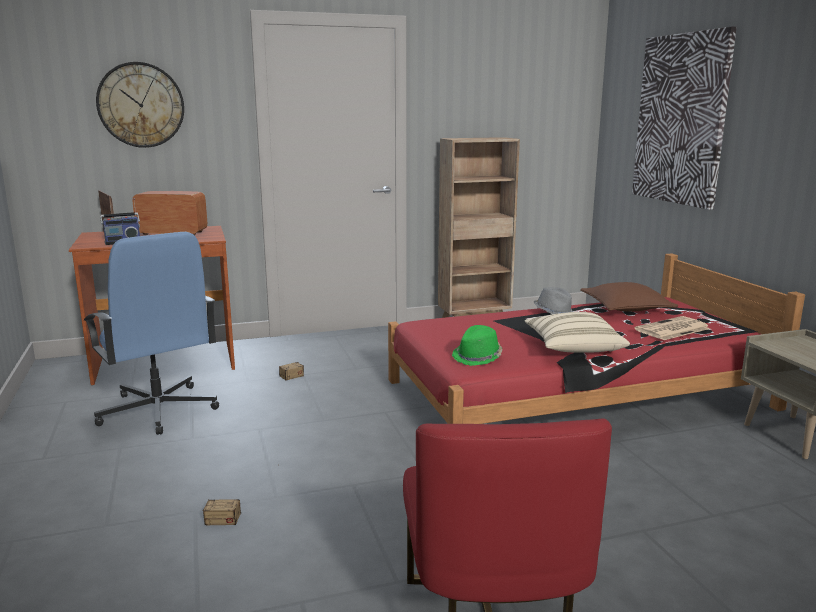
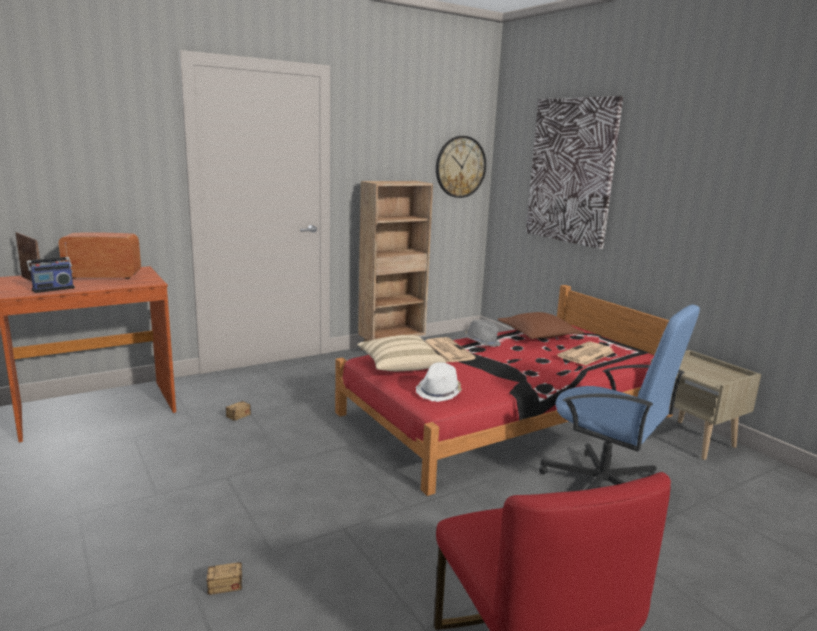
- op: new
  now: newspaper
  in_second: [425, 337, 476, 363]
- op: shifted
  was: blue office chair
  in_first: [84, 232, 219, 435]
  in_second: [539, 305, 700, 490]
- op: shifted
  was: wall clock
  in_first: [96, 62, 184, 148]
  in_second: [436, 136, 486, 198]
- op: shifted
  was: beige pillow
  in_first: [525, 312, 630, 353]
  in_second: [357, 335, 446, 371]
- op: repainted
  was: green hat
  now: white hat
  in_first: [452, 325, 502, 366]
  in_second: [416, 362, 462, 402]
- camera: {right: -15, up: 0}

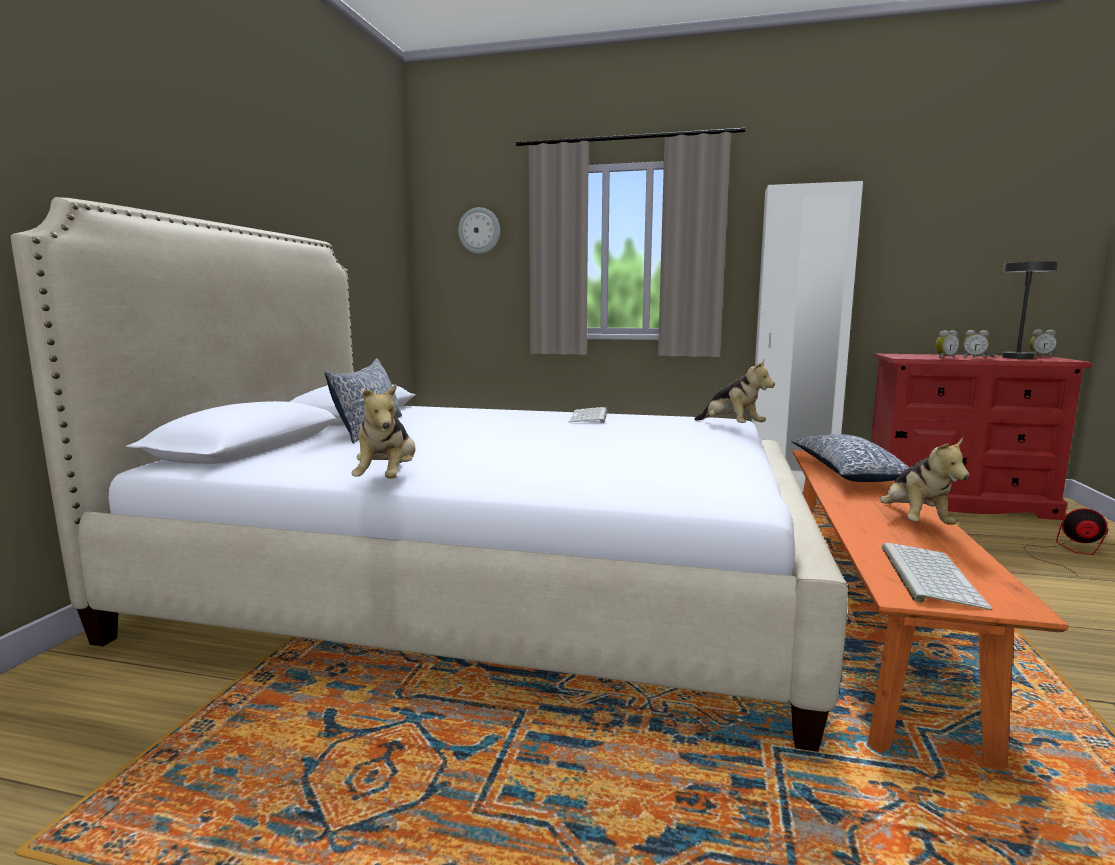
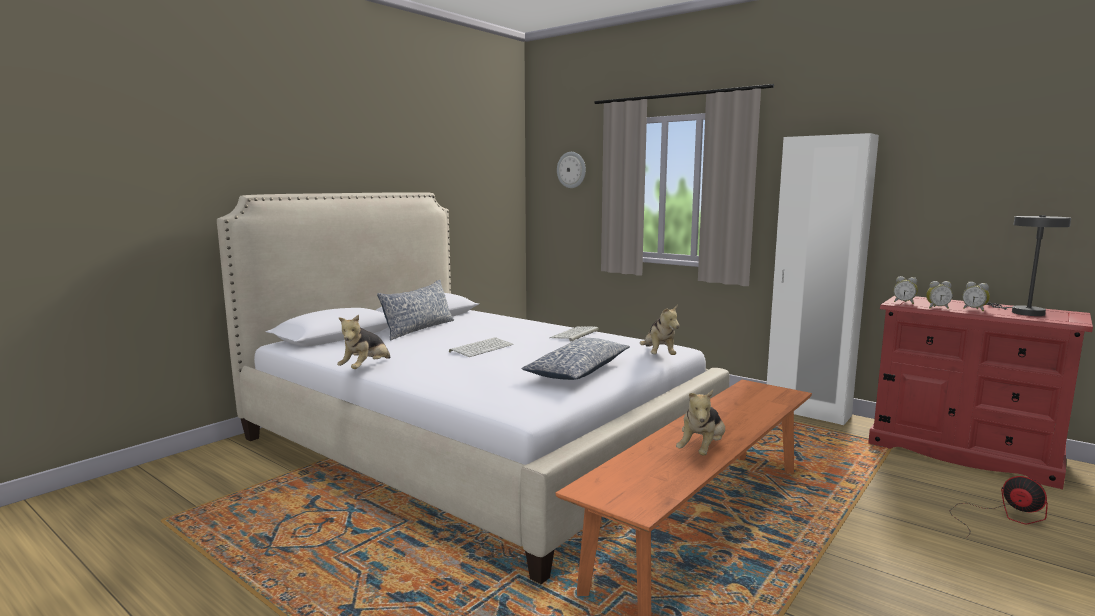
- op: shifted
  was: pillow
  in_first: [791, 434, 910, 482]
  in_second: [521, 338, 630, 380]
- op: shifted
  was: keyboard
  in_first: [881, 543, 993, 610]
  in_second: [449, 337, 514, 357]
- op: shifted
  was: alarm clock
  in_first: [1029, 329, 1057, 357]
  in_second: [893, 276, 918, 304]
- camera: {right: 25, up: 0}

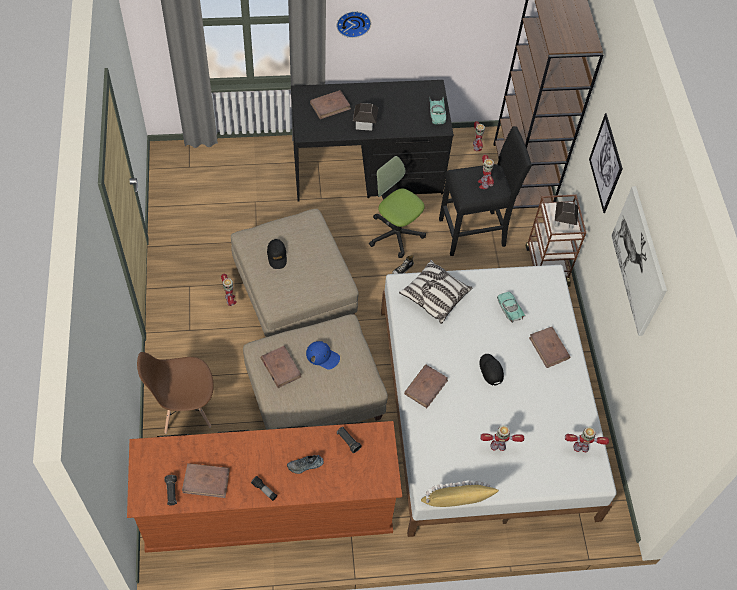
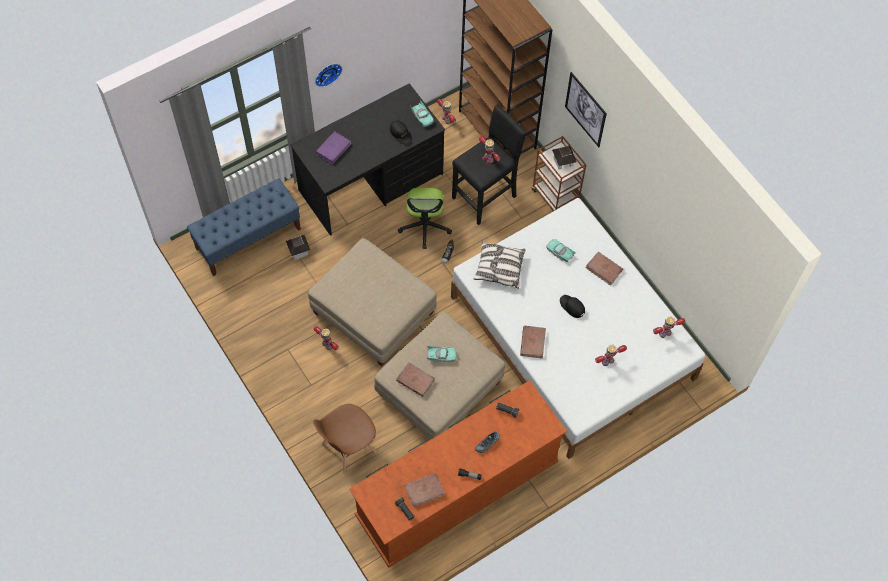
- op: gone
  was: yellow pillow
  in_first: [421, 480, 499, 507]
- op: gone
  was: picture
  in_first: [611, 186, 667, 336]
- op: new
  now: blue bench
  in_second: [187, 178, 301, 276]
- op: shifted
  was: black cap
  in_first: [267, 239, 287, 269]
  in_second: [390, 120, 412, 144]
- op: shifted
  was: toy house
  in_first: [353, 103, 378, 130]
  in_second: [286, 235, 310, 260]
- op: swapped
  was: blue cap
  now: turquoise toy car
  in_first: [306, 341, 340, 370]
  in_second: [426, 346, 456, 362]
- op: repainted
  was: brown book
  now: purple book
  in_first: [310, 90, 351, 119]
  in_second: [316, 131, 352, 164]
- op: rotated
  was: office chair
  in_first: [369, 156, 426, 258]
  in_second: [398, 188, 452, 249]
  clockwise: -105
- camera: {right: -25, up: 5}

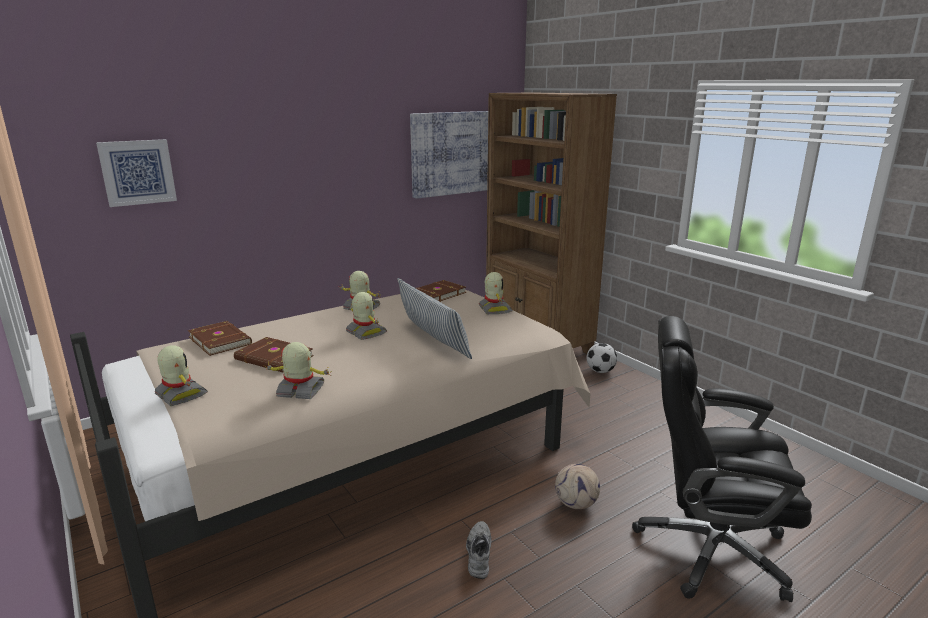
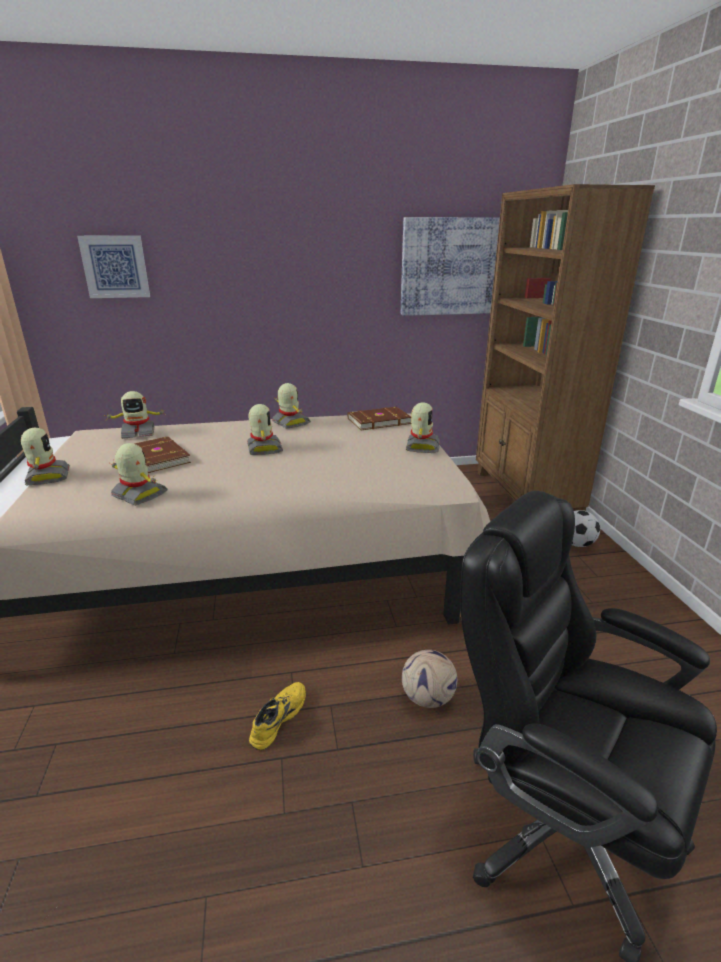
- op: gone
  was: pillow
  in_first: [397, 278, 472, 359]
- op: swapped
  was: brown book
  now: toy robot
  in_first: [188, 321, 252, 356]
  in_second: [104, 391, 164, 439]
- op: repainted
  was: grey shoe
  now: yellow shoe
  in_first: [466, 521, 491, 579]
  in_second: [249, 682, 306, 750]
- camera: {right: 25, up: 5}

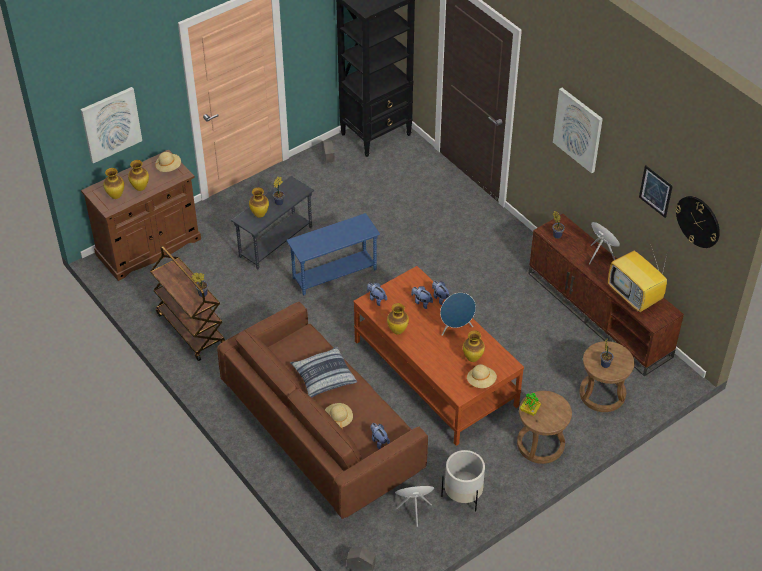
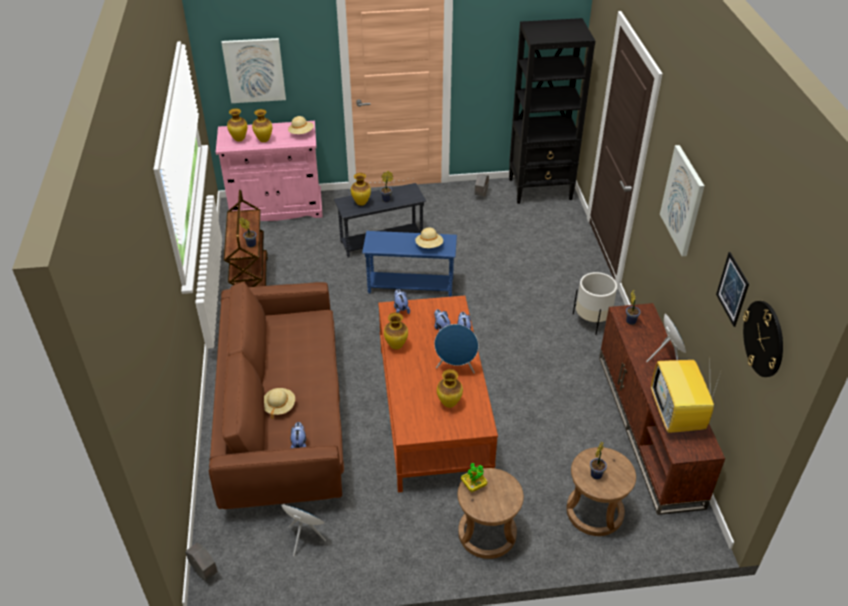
- op: gone
  was: pillow
  in_first: [290, 347, 357, 398]
- op: shifted
  was: white planter
  in_first: [441, 450, 485, 512]
  in_second: [573, 272, 617, 335]
- op: shifted
  was: beige hat
  in_first: [467, 364, 497, 388]
  in_second: [415, 228, 443, 248]
- op: repainted
  was: brown cabinet
  now: pink cabinet
  in_first: [81, 150, 201, 281]
  in_second: [216, 121, 323, 221]
- camera: {right: 30, up: -5}

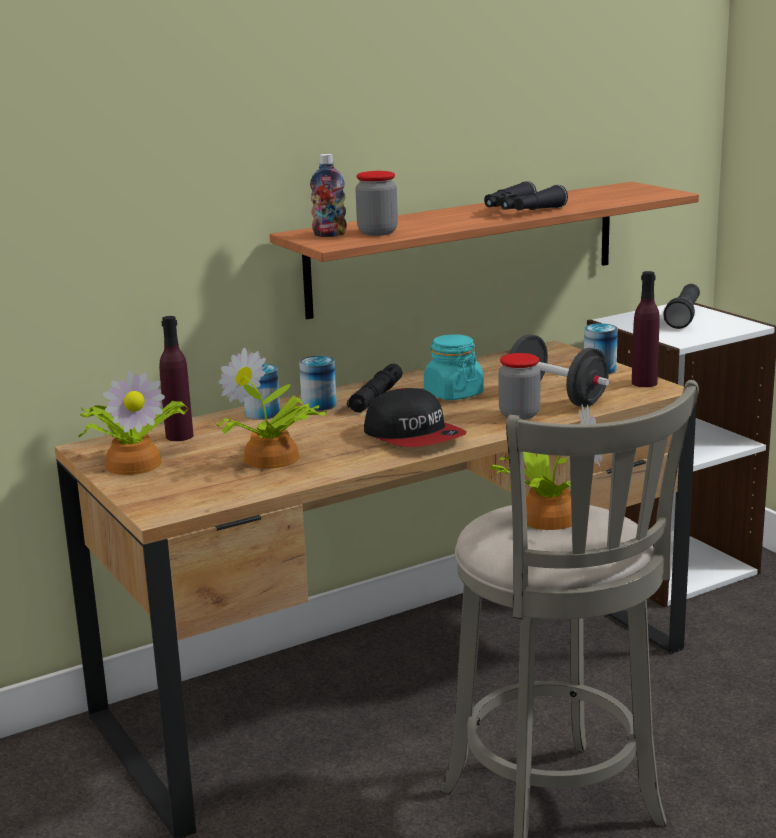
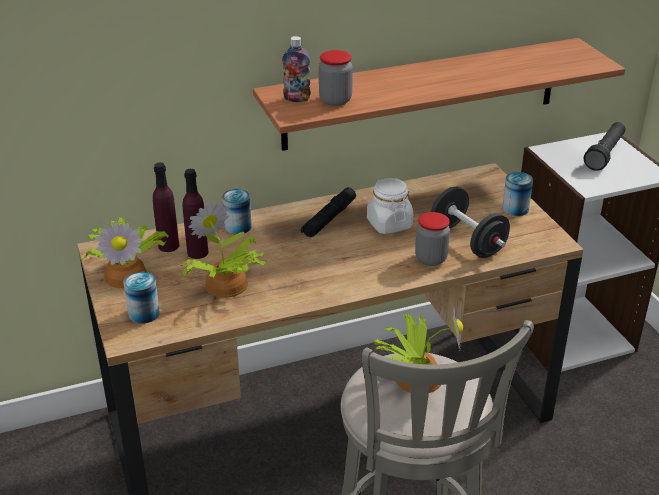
- op: gone
  was: cap
  in_first: [364, 388, 467, 447]
- op: gone
  was: black binoculars
  in_first: [484, 181, 568, 211]
- op: shifted
  was: can
  in_first: [299, 356, 336, 411]
  in_second: [123, 272, 160, 324]
- op: shifted
  was: purple bottle
  in_first: [632, 271, 660, 387]
  in_second: [183, 169, 208, 259]
- op: repainted
  was: turquoise jar
  now: white jar
  in_first: [424, 334, 484, 400]
  in_second: [367, 178, 413, 234]
- camera: {right: 10, up: 15}

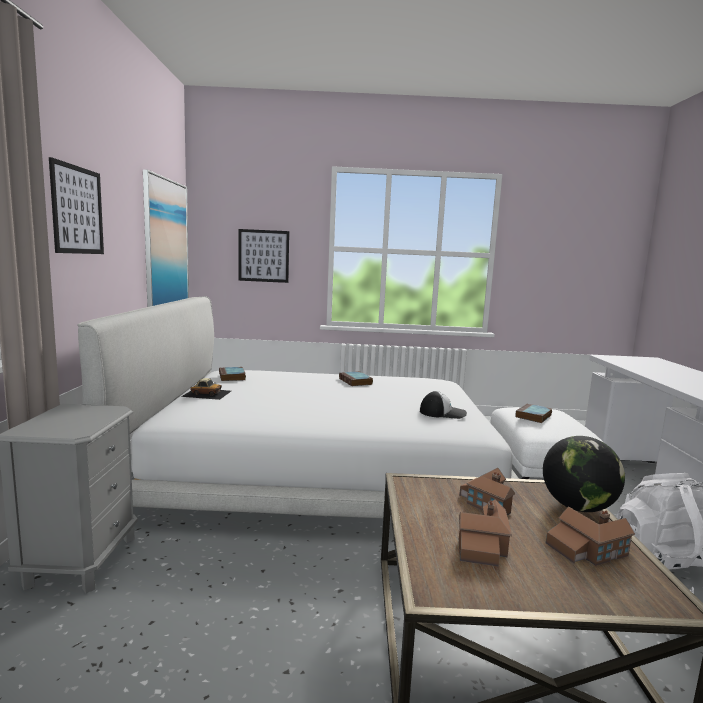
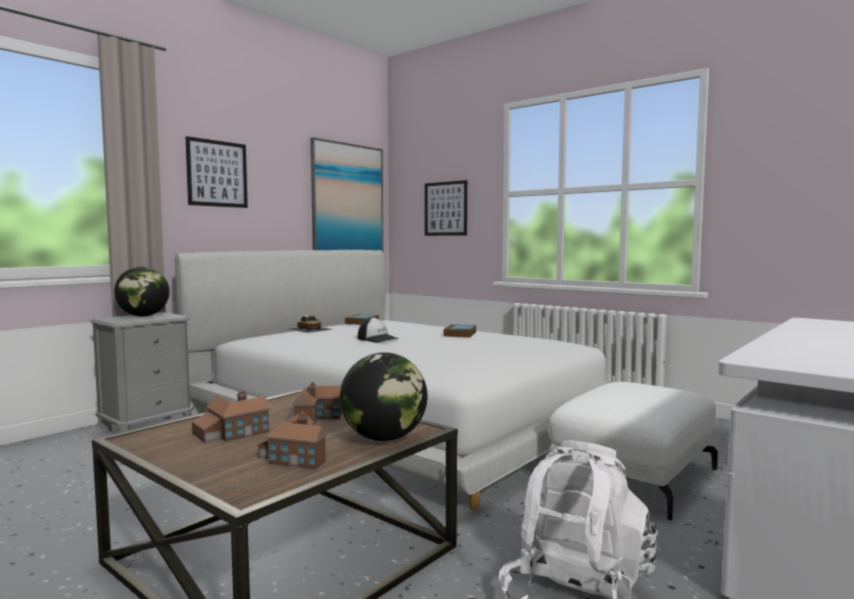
- op: gone
  was: book
  in_first: [516, 403, 552, 423]
- op: new
  now: globe
  in_second: [114, 267, 170, 316]
- op: shifted
  was: cap
  in_first: [420, 391, 467, 419]
  in_second: [358, 317, 399, 343]
- camera: {right: 40, up: -5}

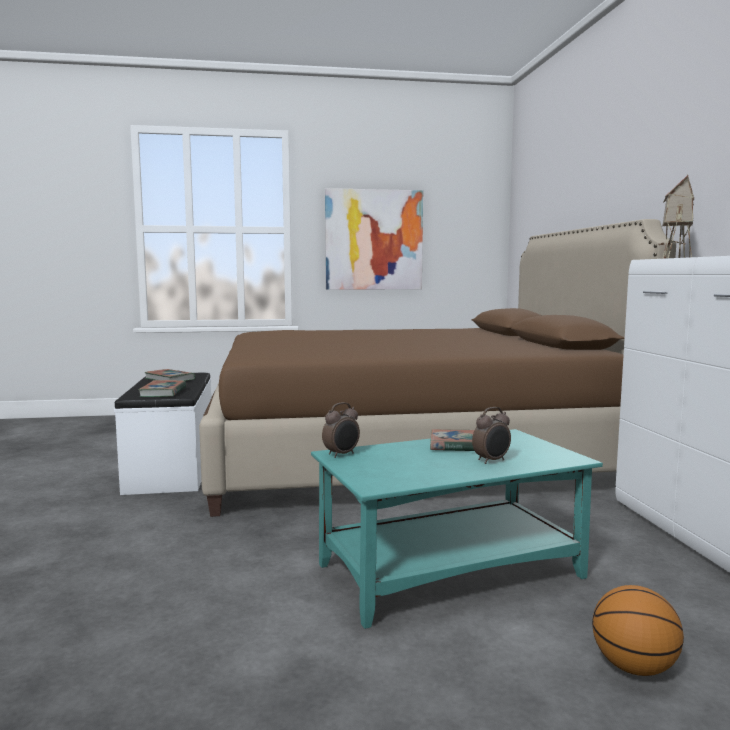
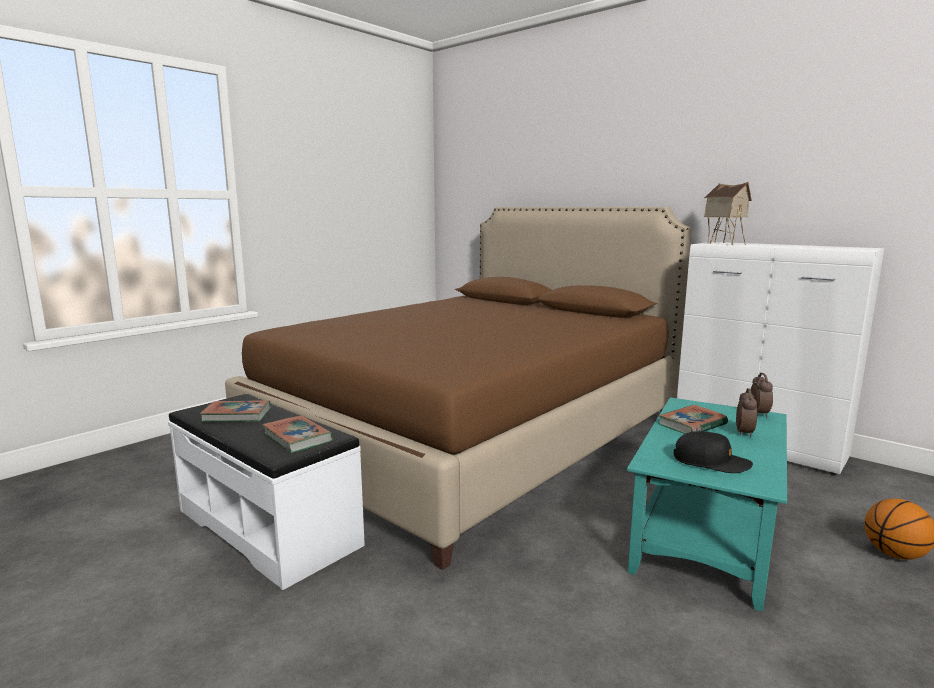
- op: gone
  was: picture
  in_first: [325, 188, 423, 290]
- op: new
  now: black cap
  in_second: [674, 431, 753, 473]
- op: shifted
  was: alarm clock
  in_first: [322, 402, 360, 458]
  in_second: [750, 373, 773, 418]
- camera: {right: -40, up: 5}

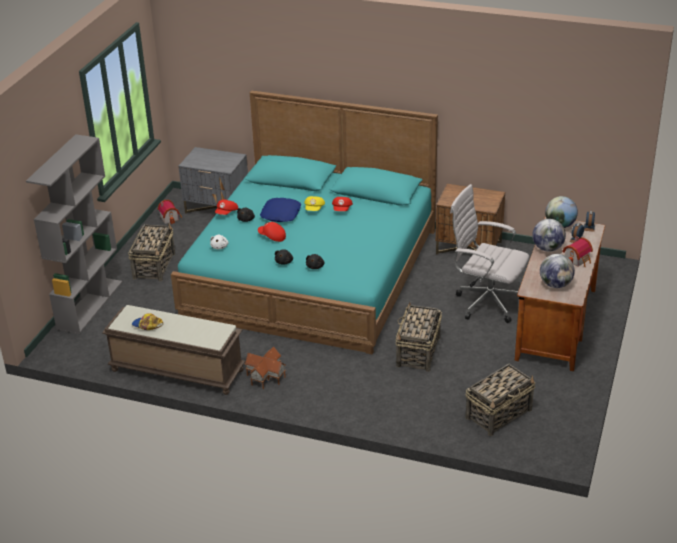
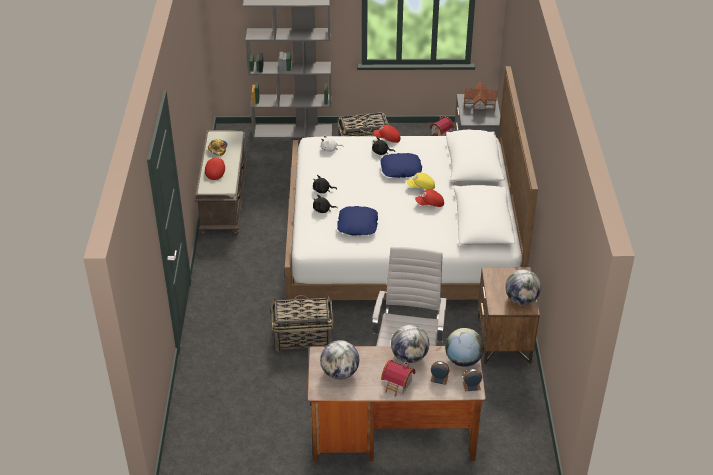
- op: gone
  was: basket
  in_first: [465, 364, 535, 436]
- op: new
  now: blue pillow
  in_second: [337, 206, 378, 236]
- op: new
  now: globe
  in_second: [505, 269, 541, 305]
- op: shifted
  was: toy house
  in_first: [245, 347, 286, 389]
  in_second: [464, 81, 497, 116]
- op: shifted
  was: red cap
  in_first: [258, 222, 286, 242]
  in_second: [205, 158, 225, 180]
- op: repainted
  was: turquoise bed
  now: white bed
  in_first: [171, 91, 438, 354]
  in_second: [285, 66, 538, 300]
- camera: {right: 70, up: 5}

